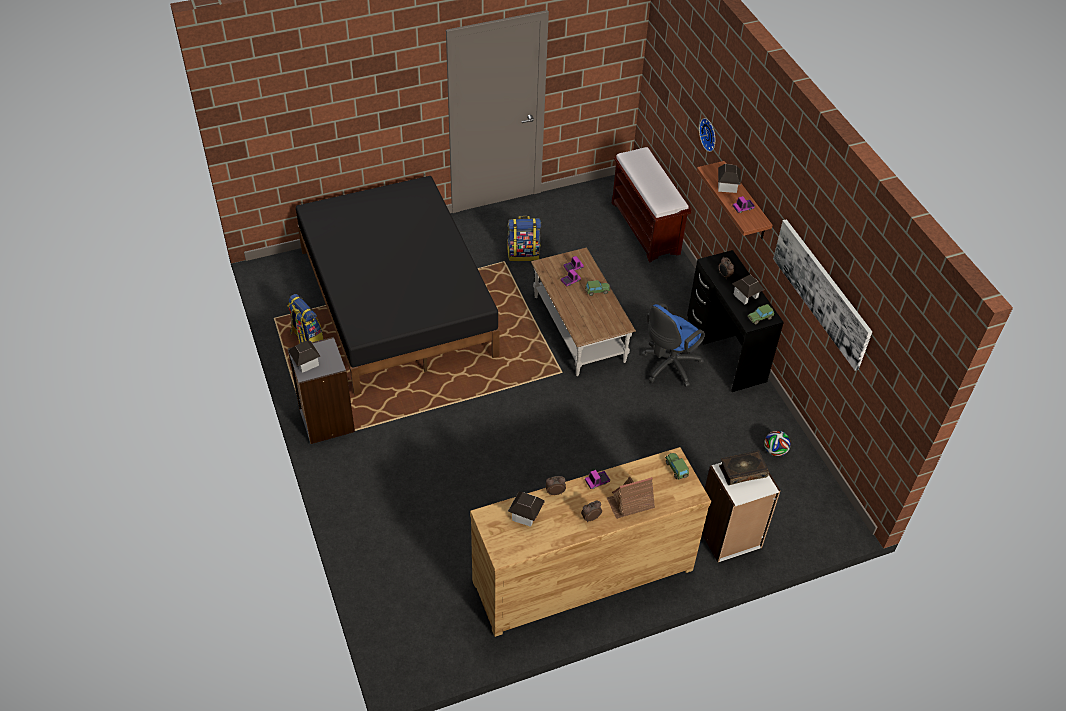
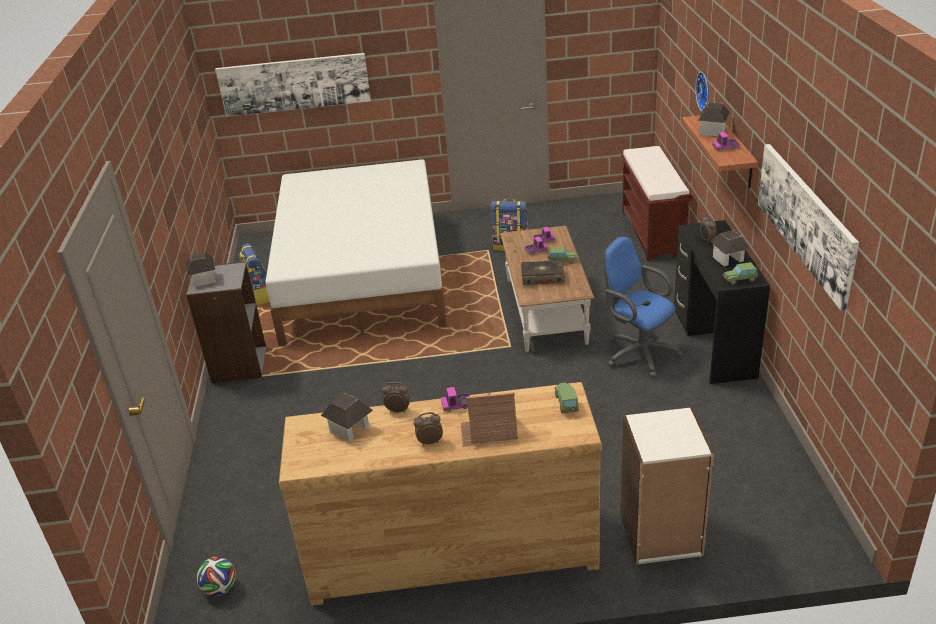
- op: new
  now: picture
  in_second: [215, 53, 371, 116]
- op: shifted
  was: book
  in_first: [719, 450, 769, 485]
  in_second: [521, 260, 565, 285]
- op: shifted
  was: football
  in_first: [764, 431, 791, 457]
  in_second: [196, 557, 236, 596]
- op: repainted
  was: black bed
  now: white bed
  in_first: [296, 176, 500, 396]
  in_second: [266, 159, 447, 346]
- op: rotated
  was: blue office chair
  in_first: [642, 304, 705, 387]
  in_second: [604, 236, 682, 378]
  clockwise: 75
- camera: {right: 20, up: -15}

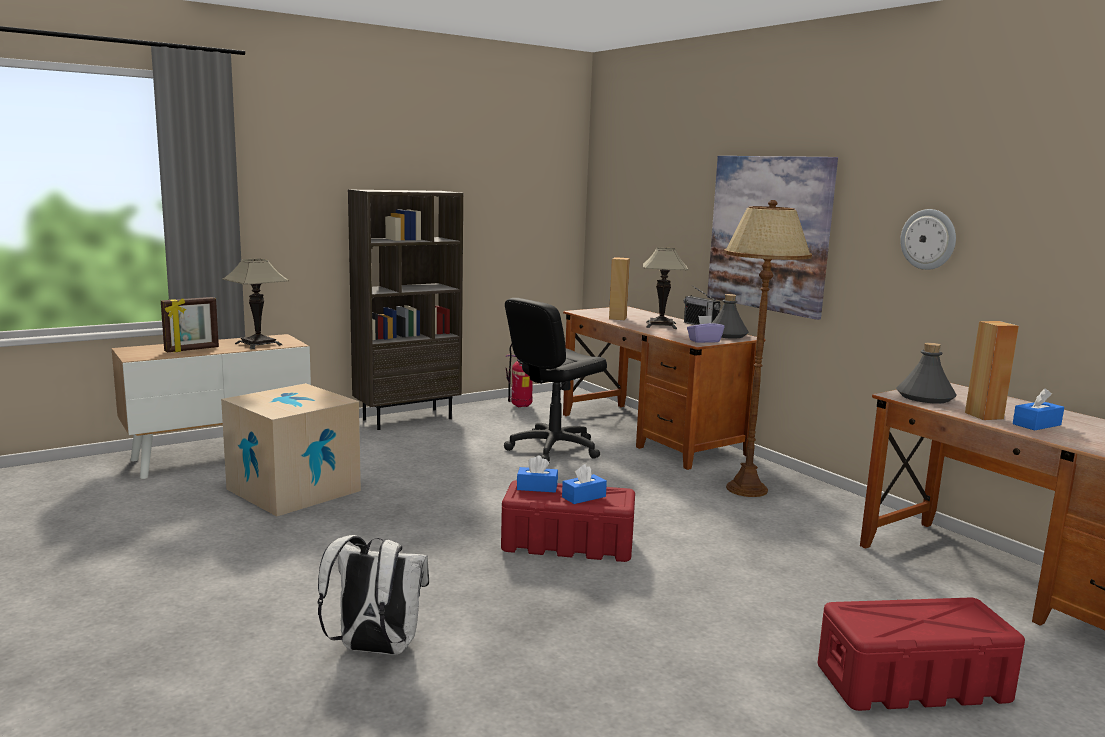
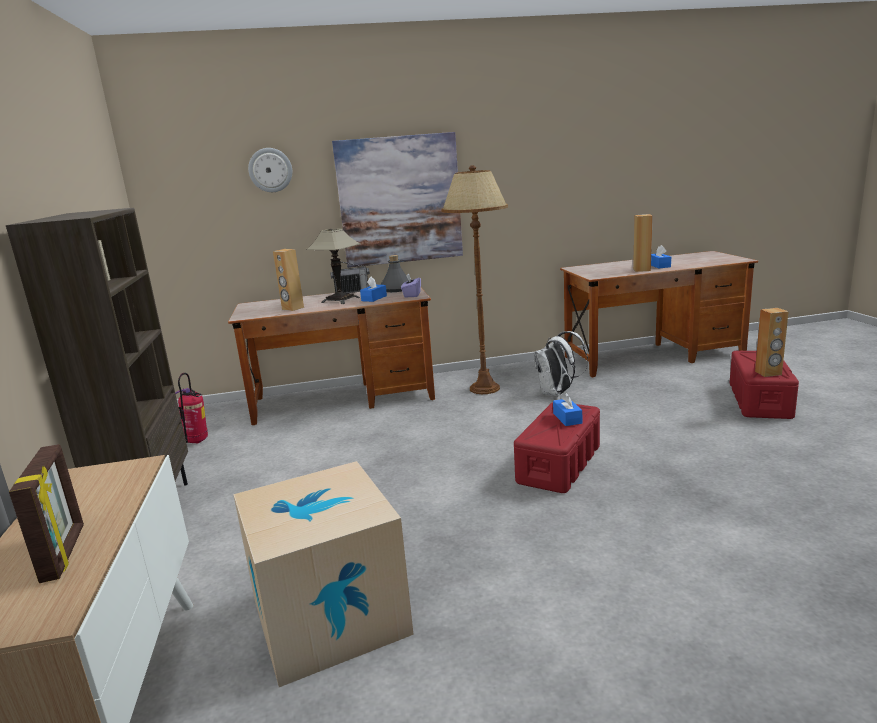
- op: gone
  was: table lamp
  in_first: [222, 258, 289, 350]
- op: gone
  was: black office chair
  in_first: [504, 298, 607, 462]
- op: gone
  was: grey bottle
  in_first: [896, 343, 957, 404]
- op: new
  now: brown speaker
  in_second: [755, 308, 789, 377]
- op: shifted
  was: white backpack
  in_first: [318, 535, 429, 655]
  in_second: [534, 331, 588, 396]
- op: shifted
  was: blue tissue box
  in_first: [517, 455, 558, 492]
  in_second: [360, 277, 387, 302]
- op: shifted
  was: wall clock
  in_first: [900, 209, 956, 270]
  in_second: [248, 148, 292, 192]
- camera: {right: -65, up: 5}

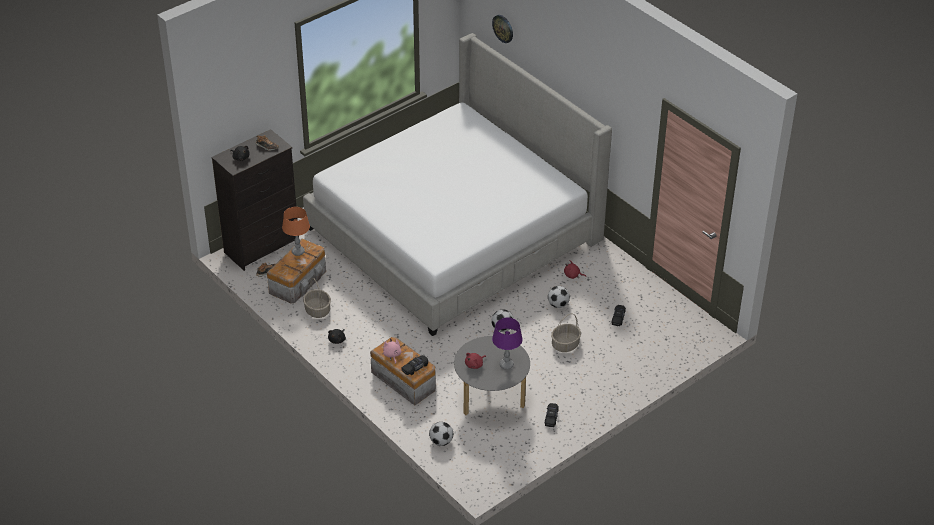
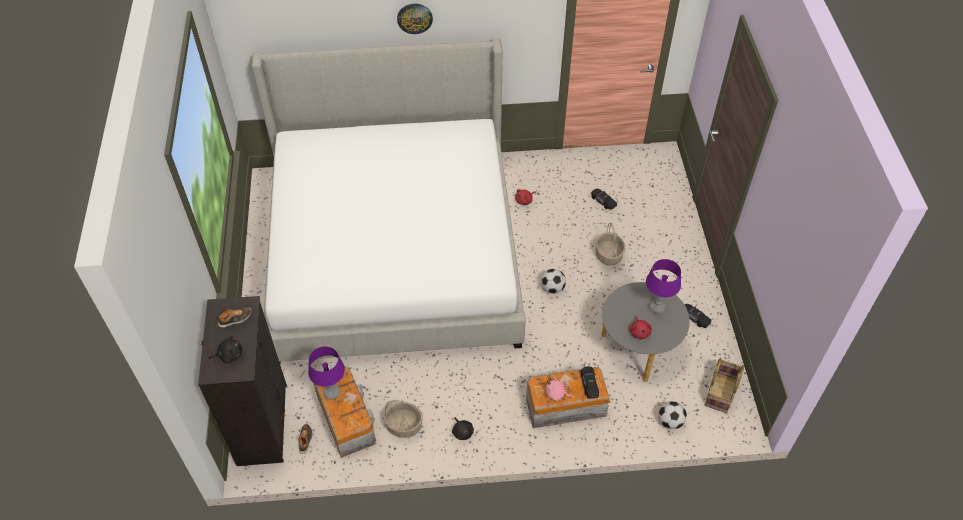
- op: gone
  was: football
  in_first: [548, 286, 570, 308]
- op: new
  now: basket
  in_second: [705, 358, 744, 413]
- op: shifted
  was: wall clock
  in_first: [492, 15, 513, 43]
  in_second: [397, 4, 433, 34]
- op: repainted
  was: orange table lamp
  now: purple table lamp
  in_first: [282, 207, 310, 256]
  in_second: [308, 346, 345, 400]
- camera: {right: -55, up: 10}

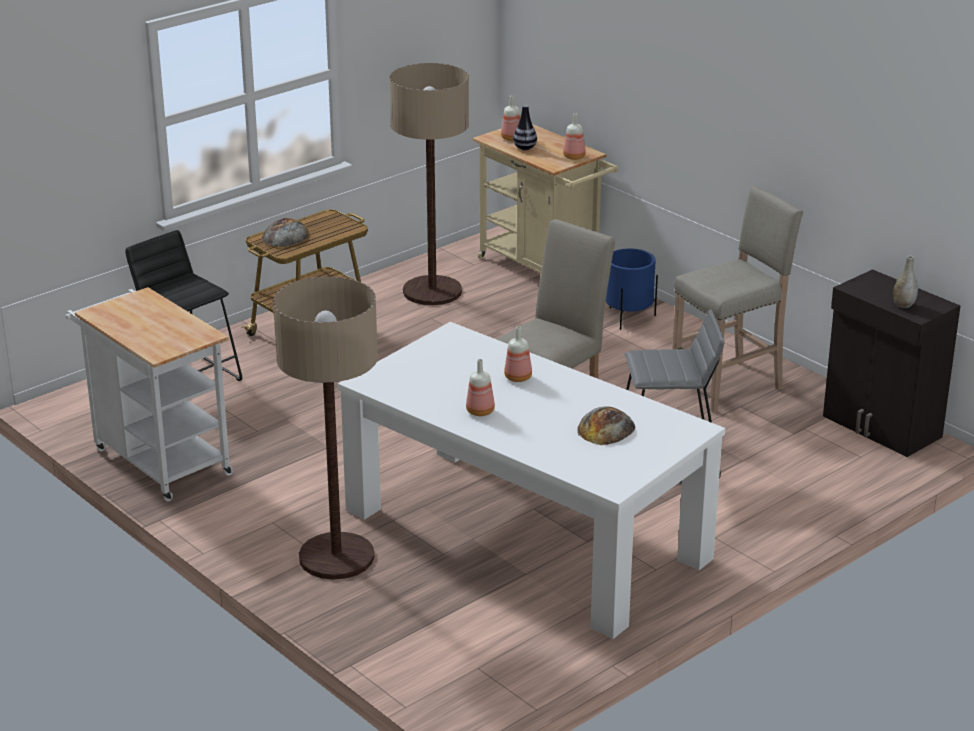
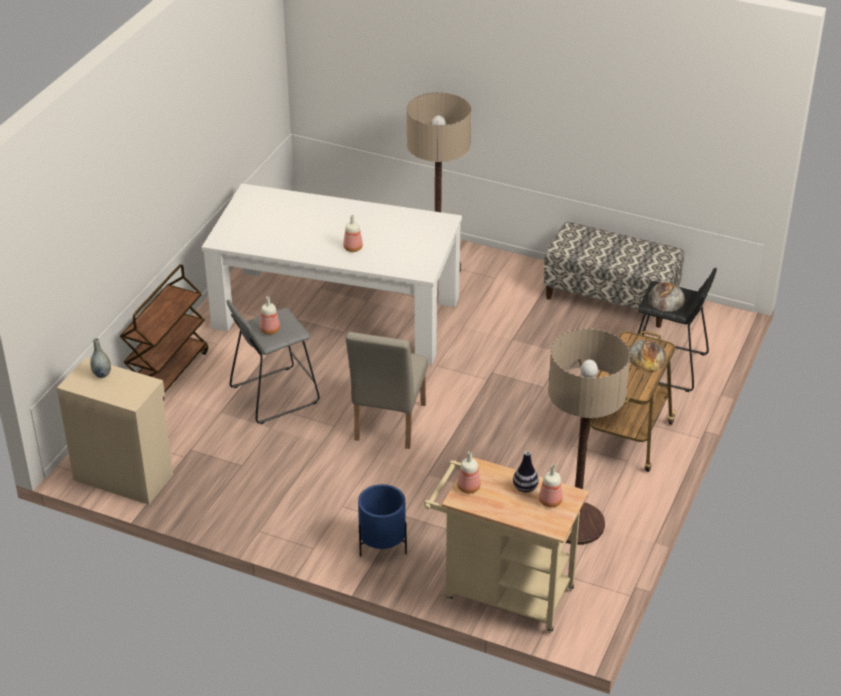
- op: gone
  was: beige stool
  in_first: [672, 185, 803, 413]
- op: new
  now: brown cart
  in_second: [120, 264, 208, 401]
- op: shifted
  was: bottle
  in_first: [466, 359, 495, 416]
  in_second: [260, 296, 280, 335]
- op: shifted
  was: bread
  in_first: [577, 406, 635, 445]
  in_second: [648, 282, 685, 312]
- op: swapped
  was: white cart
  now: bench
  in_first: [65, 287, 233, 501]
  in_second: [543, 222, 684, 328]
- op: repainted
  was: black cabinet
  now: beige cabinet
  in_first: [823, 269, 960, 457]
  in_second: [57, 357, 173, 505]
- camera: {right: 155, up: 10}

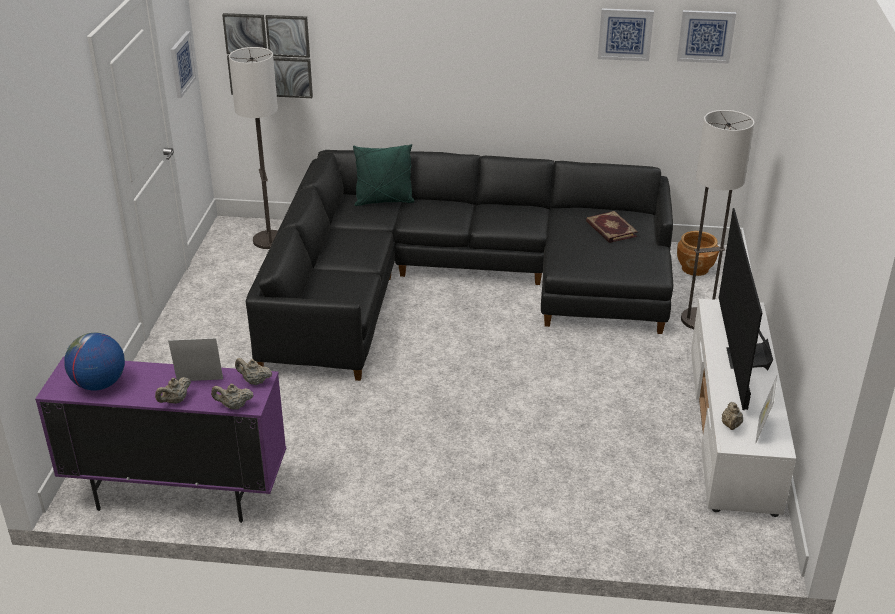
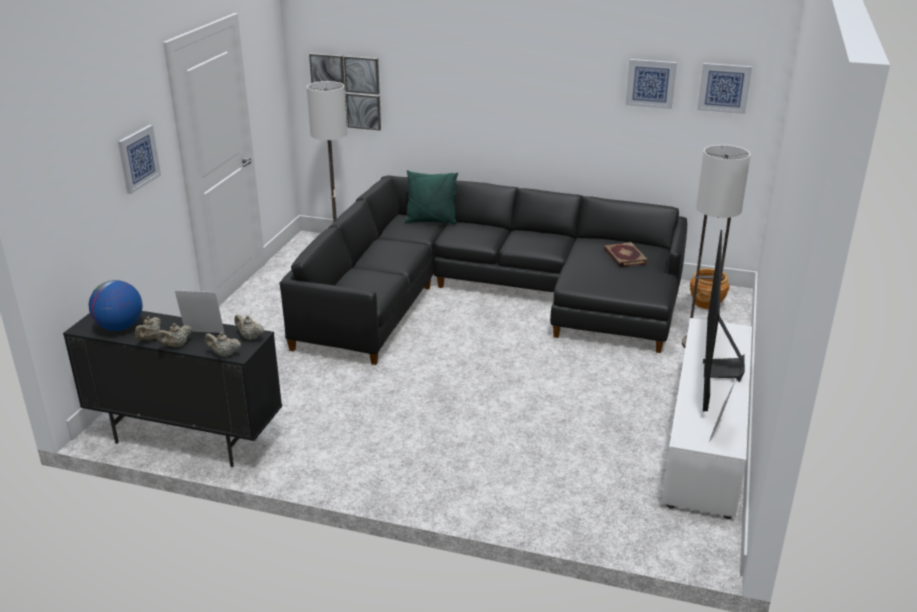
- op: shifted
  was: picture
  in_first: [171, 31, 196, 98]
  in_second: [118, 125, 161, 194]
- op: shifted
  was: beige teapot
  in_first: [722, 402, 743, 430]
  in_second: [135, 316, 161, 341]
- op: repainted
  was: purple cabinet
  now: black cabinet
  in_first: [35, 356, 286, 523]
  in_second: [63, 311, 282, 467]
- camera: {right: 10, up: -5}

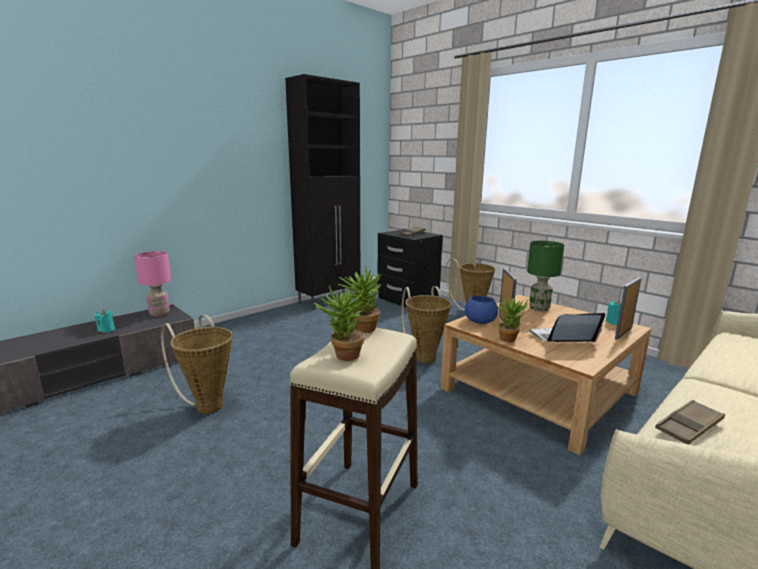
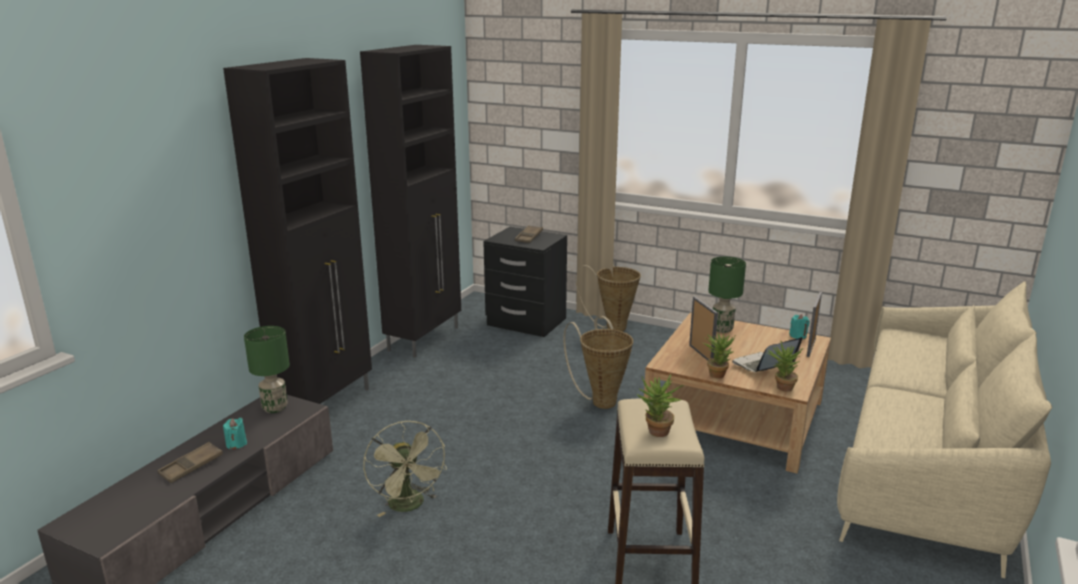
- op: gone
  was: blue bowl
  in_first: [465, 296, 498, 324]
- op: new
  now: black cabinet
  in_second: [223, 58, 372, 404]
- op: shifted
  was: potted plant
  in_first: [338, 266, 381, 333]
  in_second: [767, 341, 803, 392]
- op: shifted
  was: brown tray
  in_first: [655, 400, 725, 444]
  in_second: [158, 442, 223, 483]
- op: swapped
  was: basket
  now: green fan
  in_first: [161, 314, 233, 414]
  in_second: [363, 421, 447, 517]
- op: repainted
  was: pink table lamp
  now: green table lamp
  in_first: [134, 251, 171, 317]
  in_second: [244, 326, 290, 413]
- camera: {right: -20, up: 5}

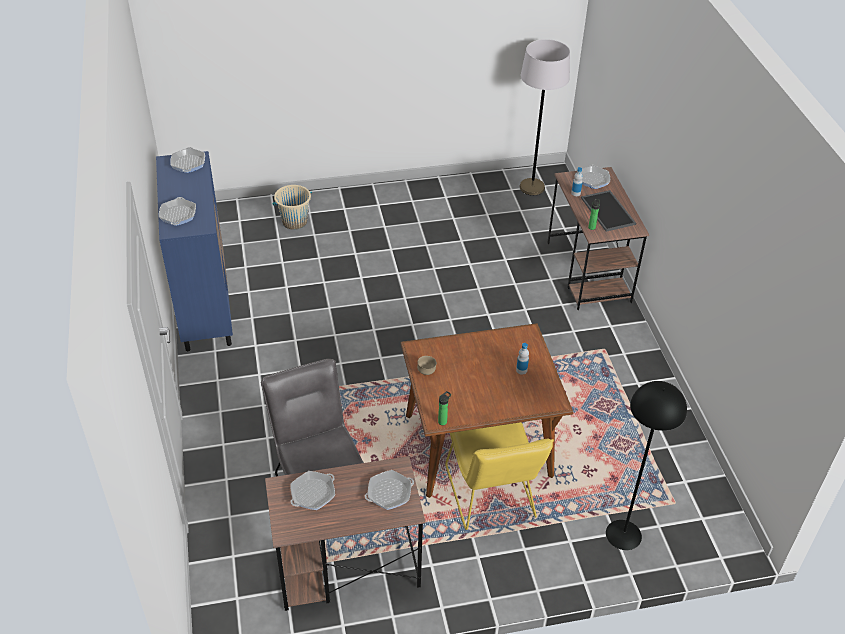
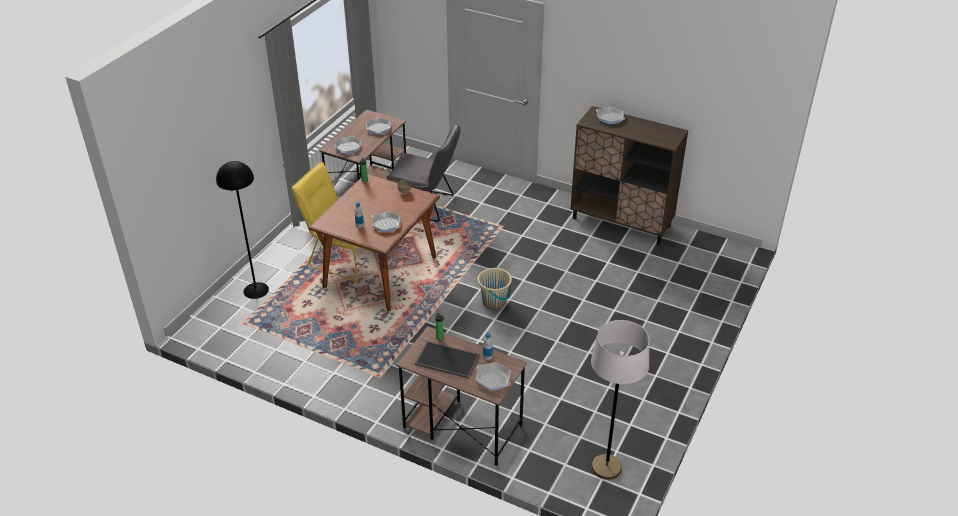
- op: shifted
  was: frying pan
  in_first: [170, 147, 205, 173]
  in_second: [371, 211, 401, 233]
- op: shifted
  was: beige bucket
  in_first: [272, 185, 312, 230]
  in_second: [477, 267, 512, 310]
- op: repainted
  was: blue cabinet
  now: brown cabinet
  in_first: [156, 151, 233, 351]
  in_second: [571, 106, 688, 245]
- camera: {right: 130, up: -5}

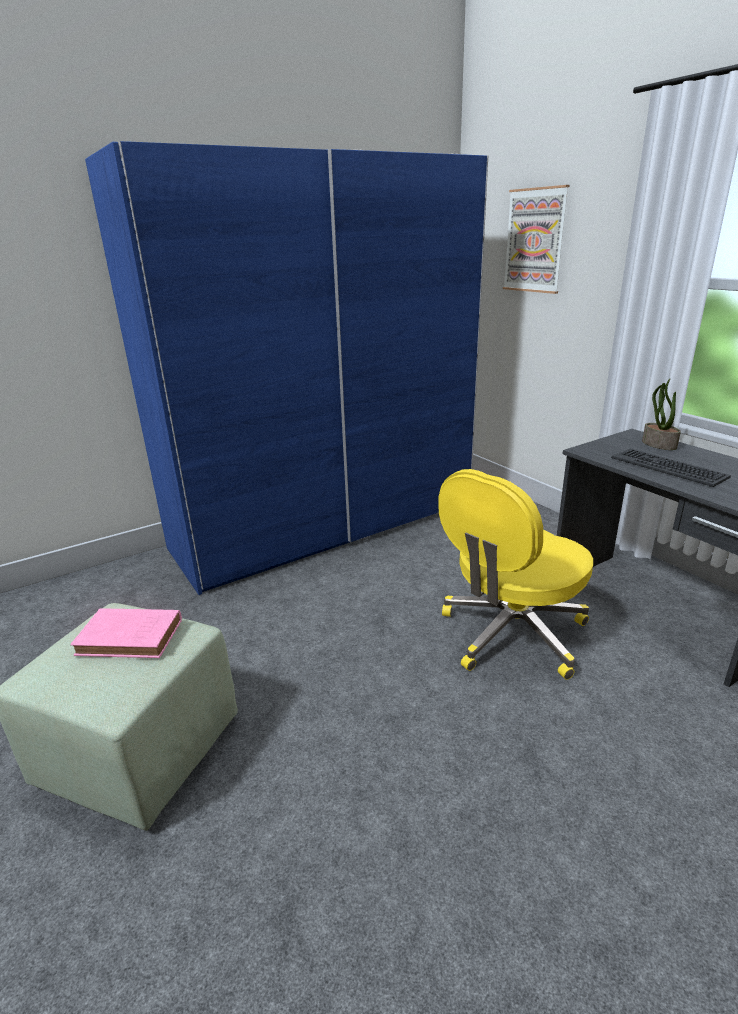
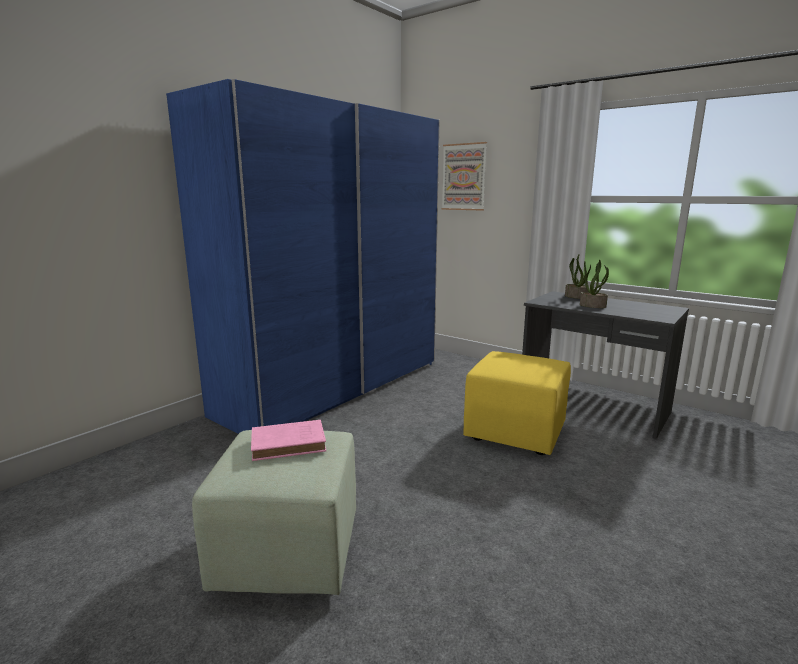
- op: swapped
  was: yellow office chair
  now: yellow ottoman
  in_first: [438, 469, 593, 680]
  in_second: [463, 351, 571, 455]
- op: swapped
  was: keyboard
  now: potted plant
  in_first: [611, 449, 731, 487]
  in_second: [580, 259, 609, 308]
- camera: {right: -20, up: -10}

